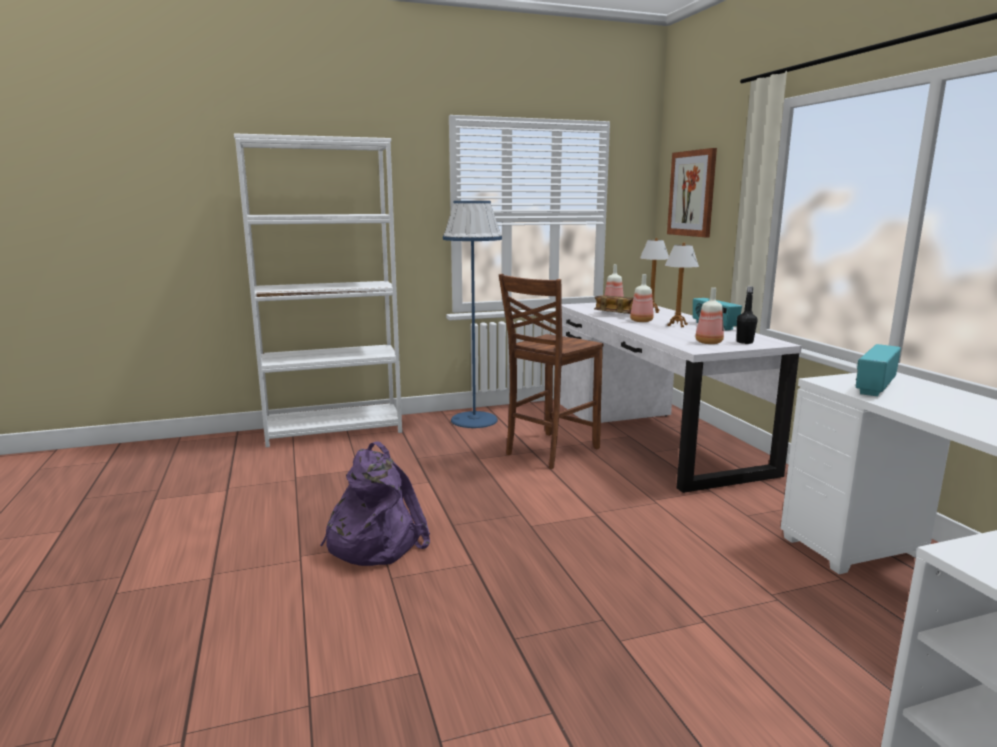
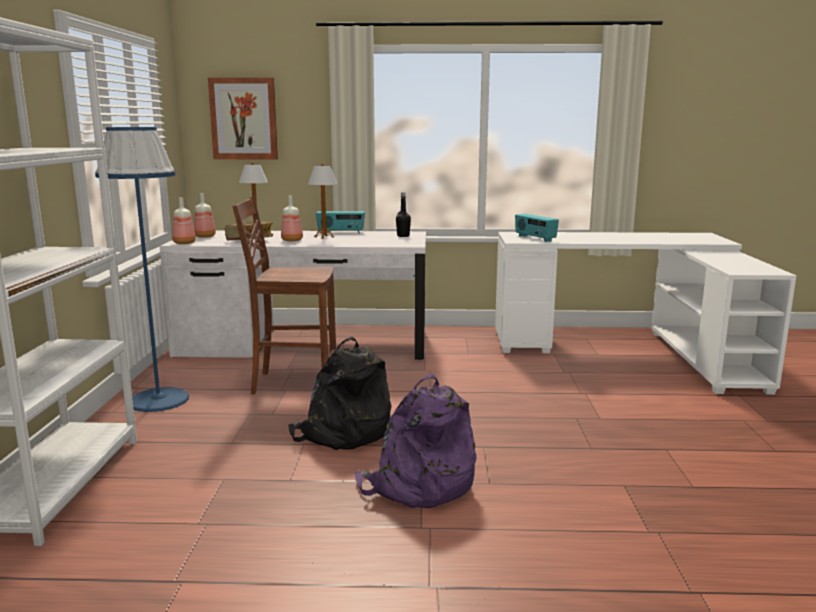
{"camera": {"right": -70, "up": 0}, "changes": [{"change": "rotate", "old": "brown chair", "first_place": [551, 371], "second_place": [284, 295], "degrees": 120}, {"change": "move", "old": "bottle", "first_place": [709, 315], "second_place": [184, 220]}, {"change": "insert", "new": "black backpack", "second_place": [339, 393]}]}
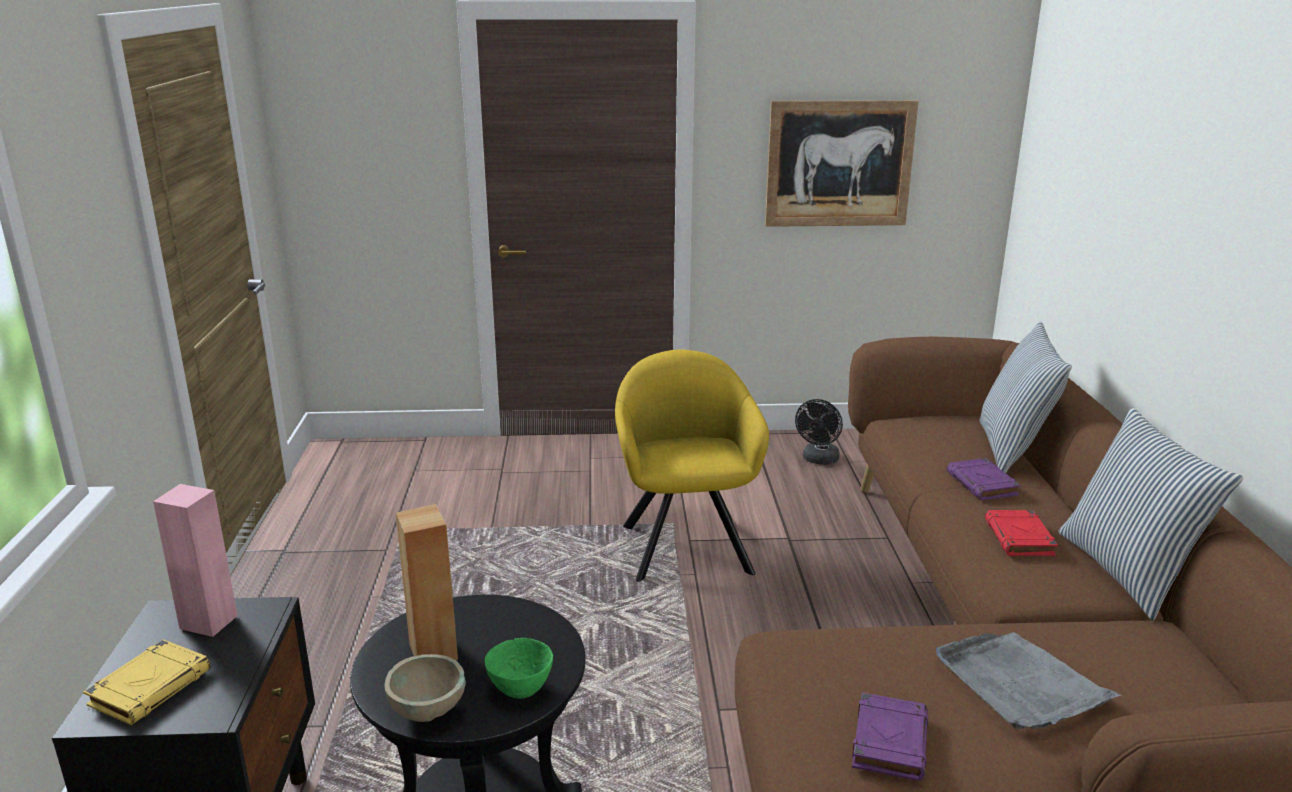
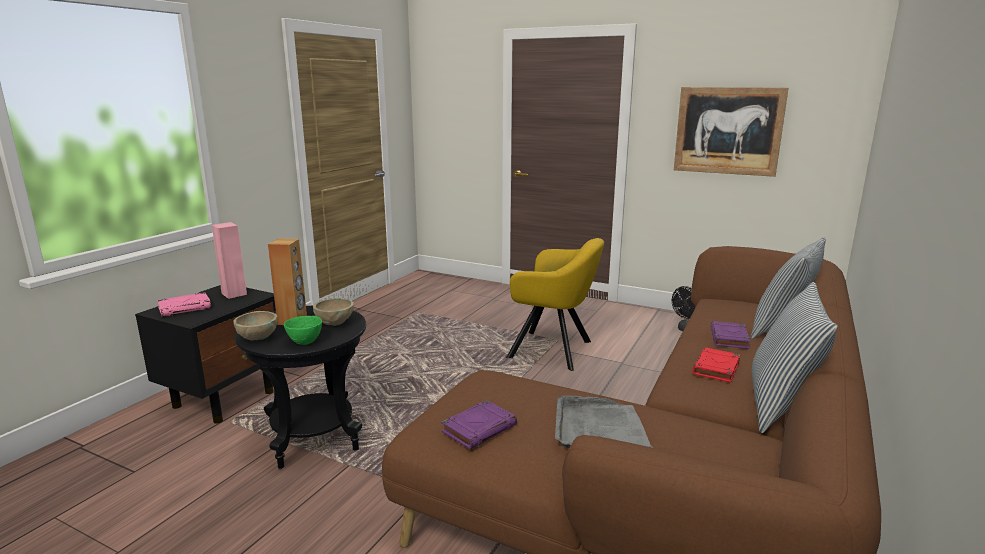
{"camera": {"right": 30, "up": -5}, "changes": [{"change": "recolor", "old": "yellow book", "new": "pink book", "first_place": [147, 682], "second_place": [184, 304]}, {"change": "rotate", "old": "yellow armchair", "first_place": [692, 466], "second_place": [555, 304], "degrees": 90}, {"change": "insert", "new": "beige bowl", "second_place": [333, 312]}]}
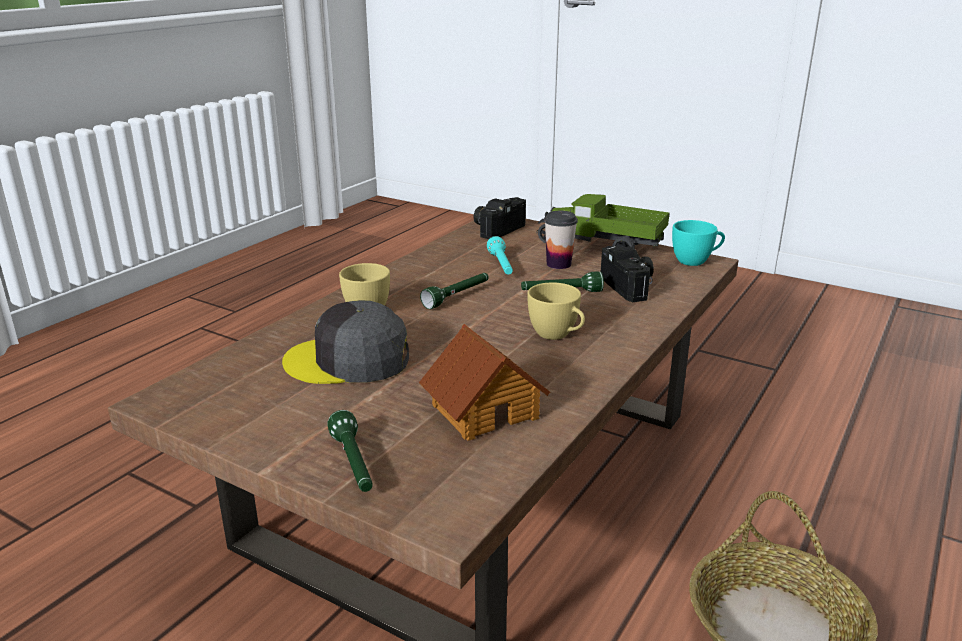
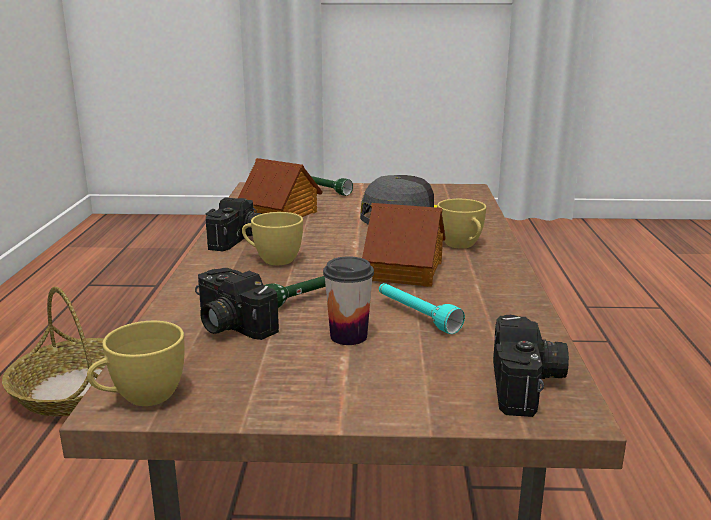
{"camera": {"right": 150, "up": -5}, "changes": [{"change": "replace", "old": "green flashlight", "new": "toy house", "first_place": [454, 291], "second_place": [404, 245]}, {"change": "delete", "old": "toy truck", "first_place": [602, 221]}, {"change": "recolor", "old": "turquoise cup", "new": "yellow cup", "first_place": [698, 243], "second_place": [136, 363]}, {"change": "insert", "new": "photo camera", "second_place": [233, 224]}]}
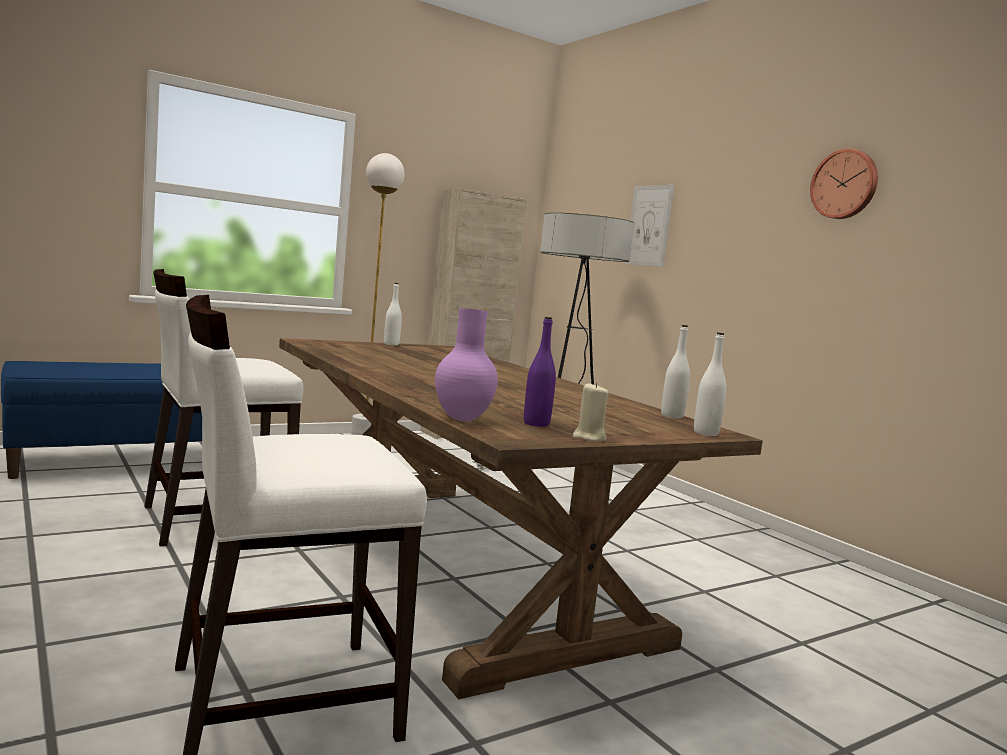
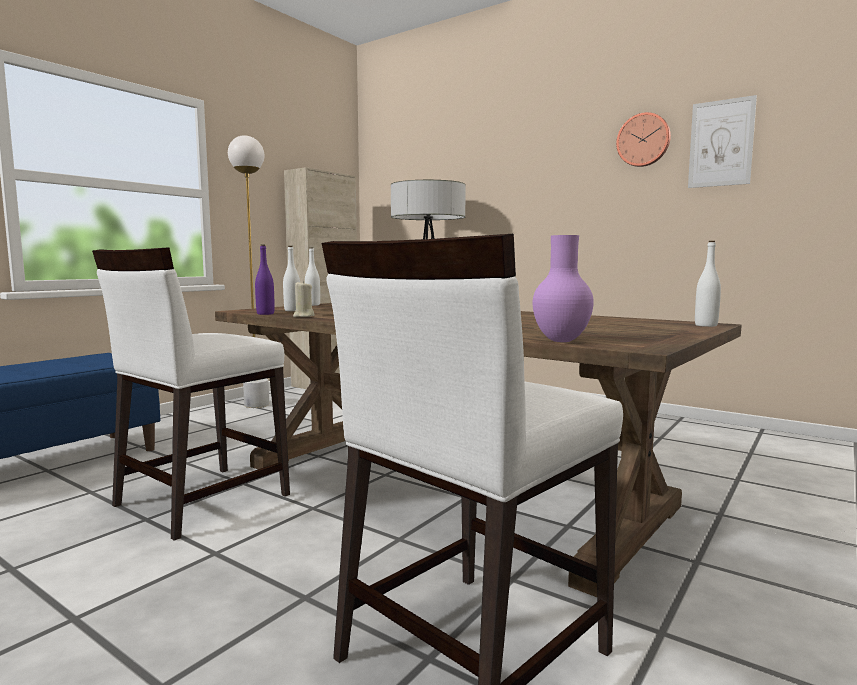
{"camera": {"right": -20, "up": 0}, "changes": [{"change": "move", "old": "purple bottle", "first_place": [540, 372], "second_place": [265, 280]}, {"change": "move", "old": "beige candle", "first_place": [591, 411], "second_place": [304, 299]}, {"change": "move", "old": "picture", "first_place": [649, 226], "second_place": [722, 141]}, {"change": "move", "old": "white bottle", "first_place": [675, 371], "second_place": [291, 278]}]}
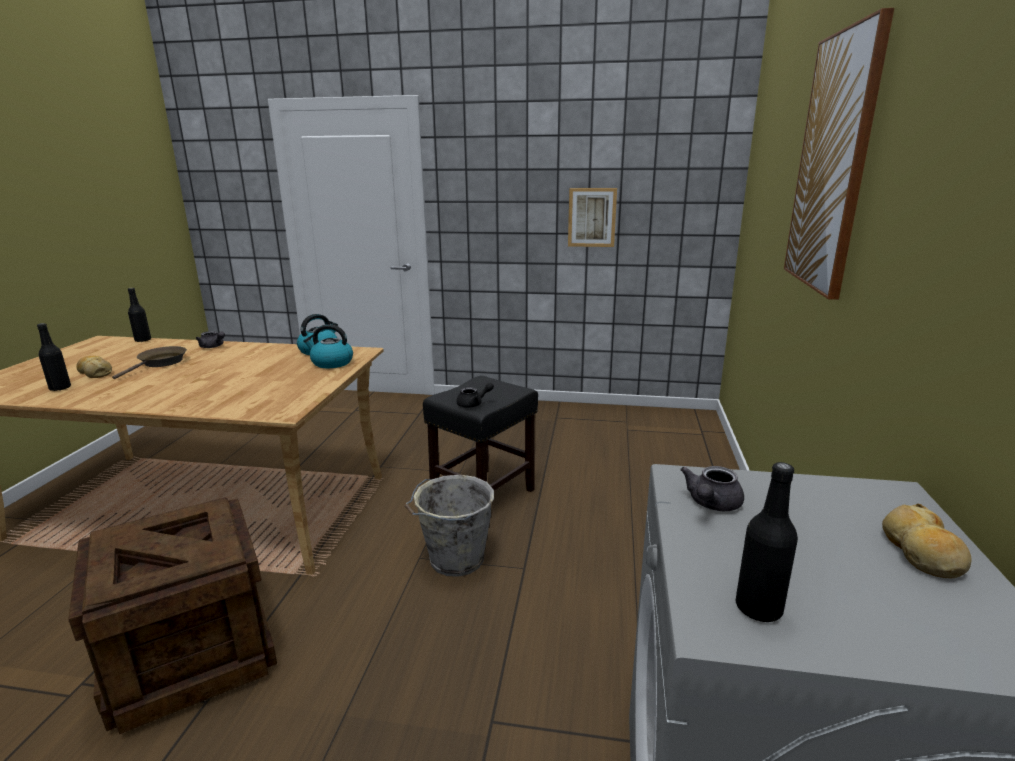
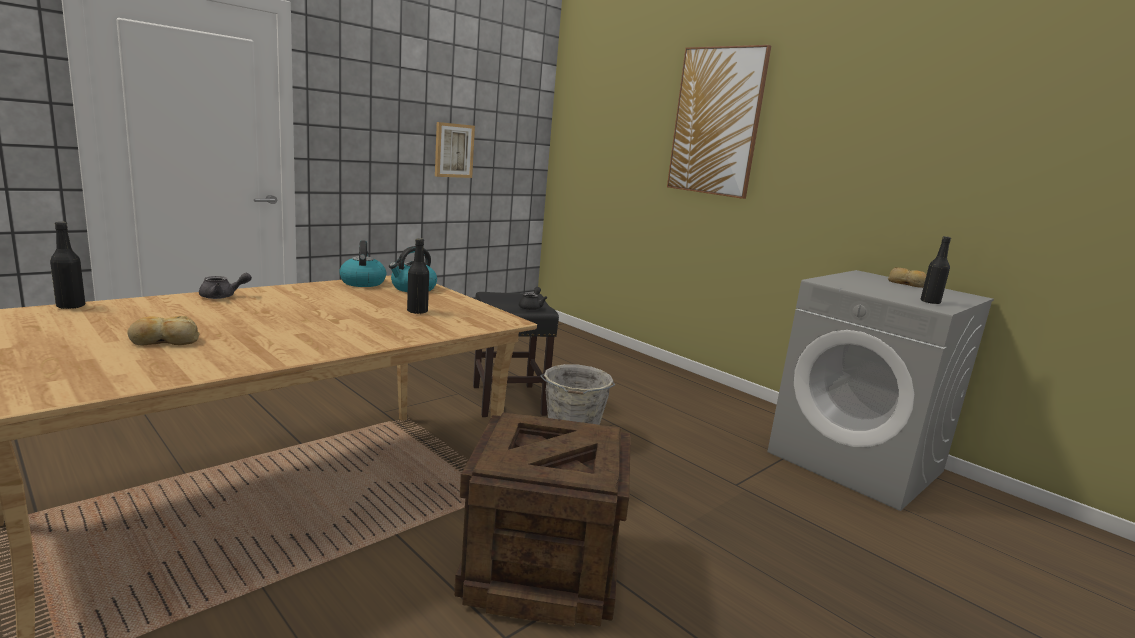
{"camera": {"right": -55, "up": -5}, "changes": [{"change": "move", "old": "black bottle", "first_place": [54, 357], "second_place": [418, 276]}, {"change": "delete", "old": "brown frying pan", "first_place": [149, 362]}, {"change": "delete", "old": "grey teapot", "first_place": [712, 488]}]}
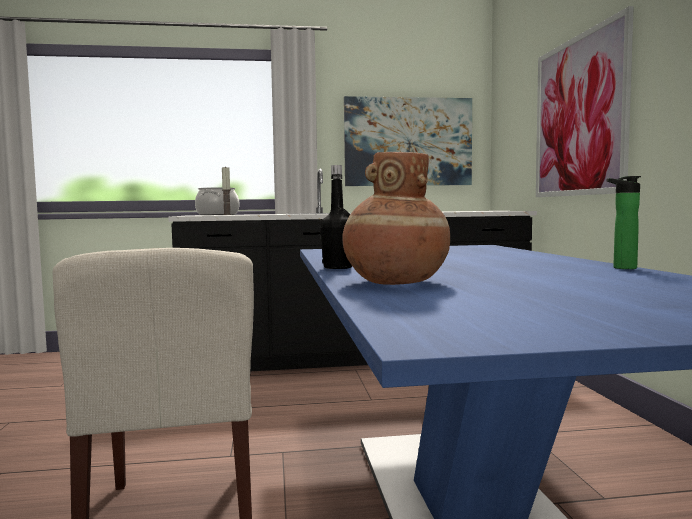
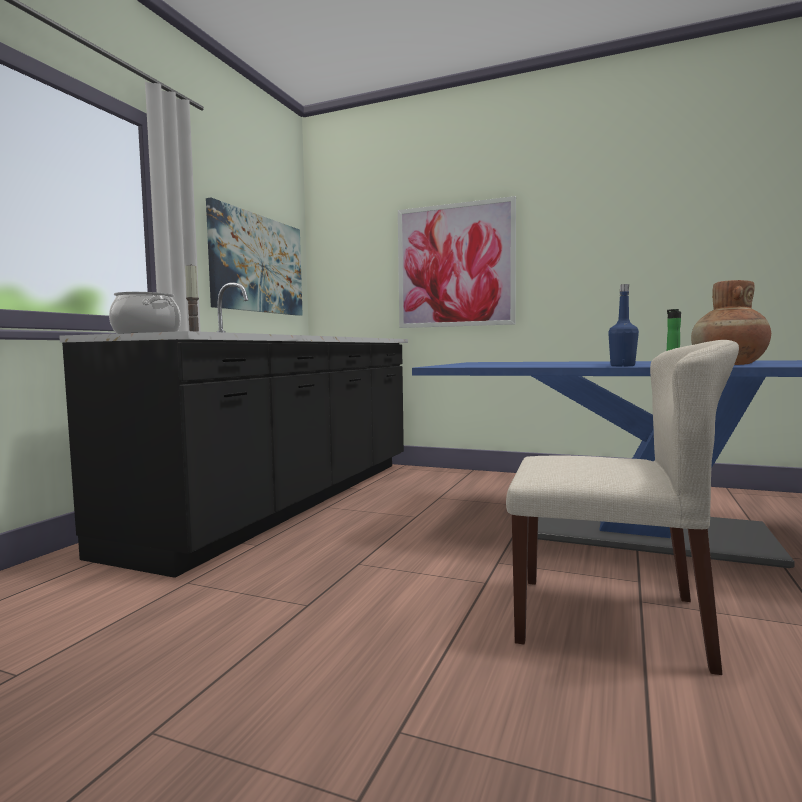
{"camera": {"right": -60, "up": 0}, "changes": [{"change": "recolor", "old": "black bottle", "new": "blue bottle", "first_place": [336, 217], "second_place": [623, 325]}]}
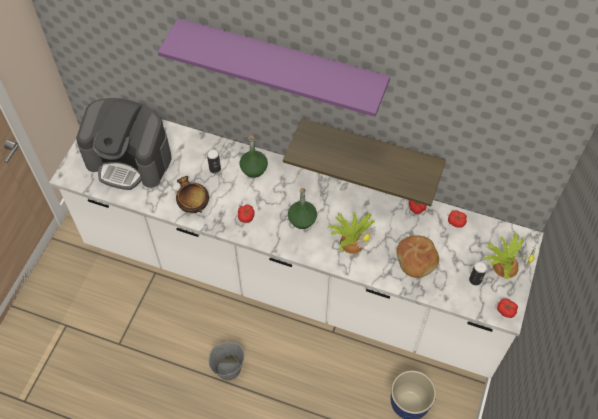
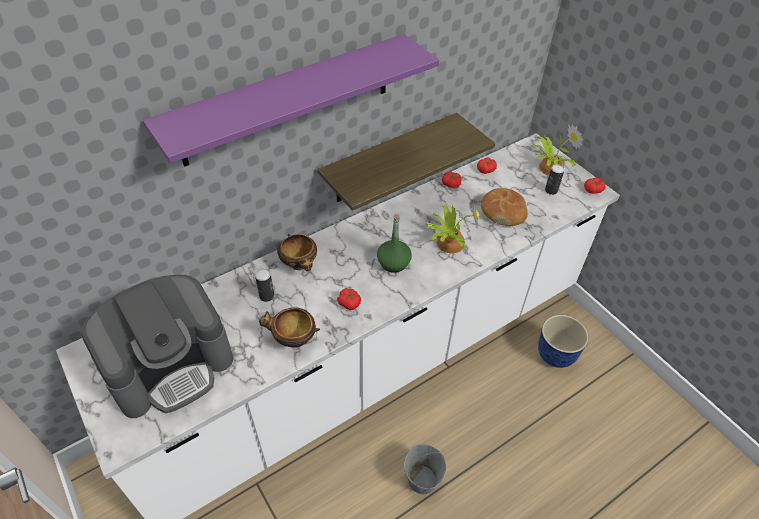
{"camera": {"right": -55, "up": -10}, "changes": [{"change": "replace", "old": "green bottle", "new": "bowl", "first_place": [254, 156], "second_place": [297, 252]}]}
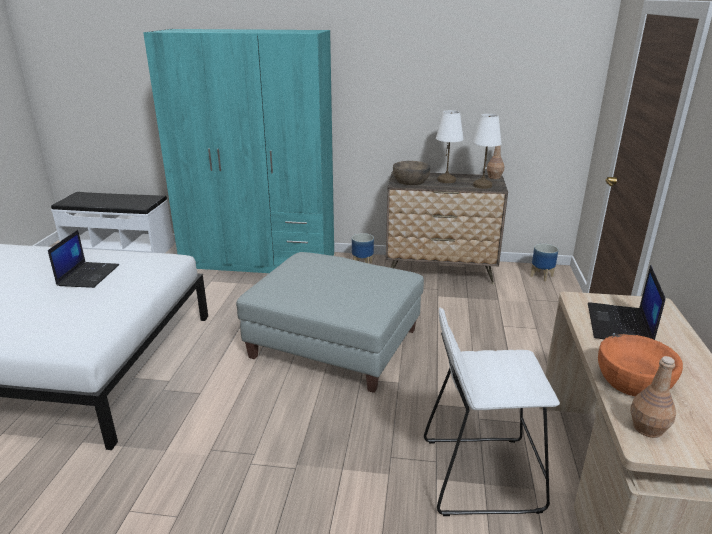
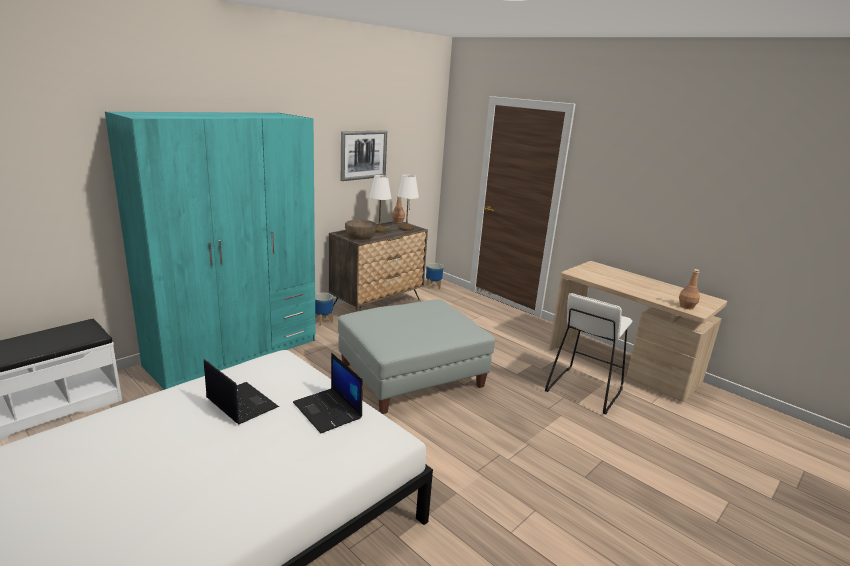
{"camera": {"right": -55, "up": -5}, "changes": [{"change": "move", "old": "laptop", "first_place": [627, 302], "second_place": [328, 393]}, {"change": "delete", "old": "orange bowl", "first_place": [640, 365]}, {"change": "insert", "new": "picture", "second_place": [364, 155]}]}
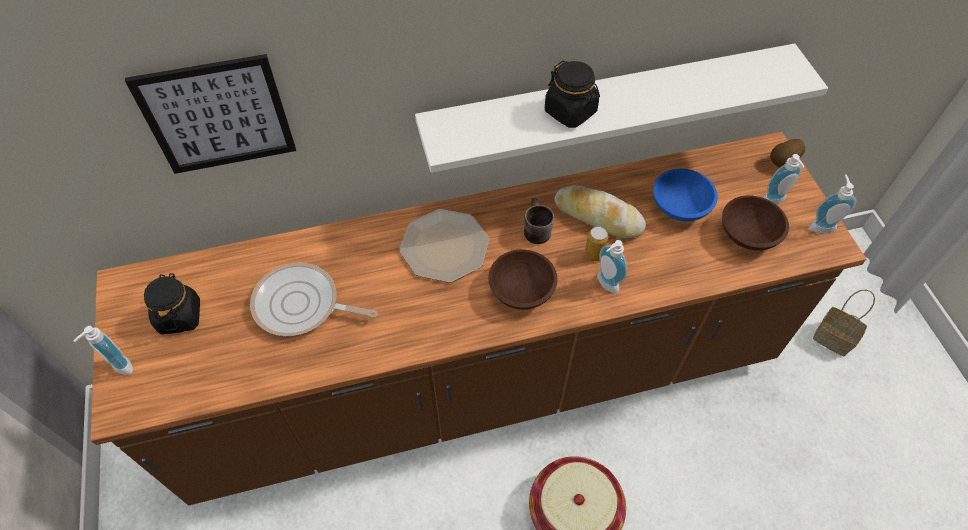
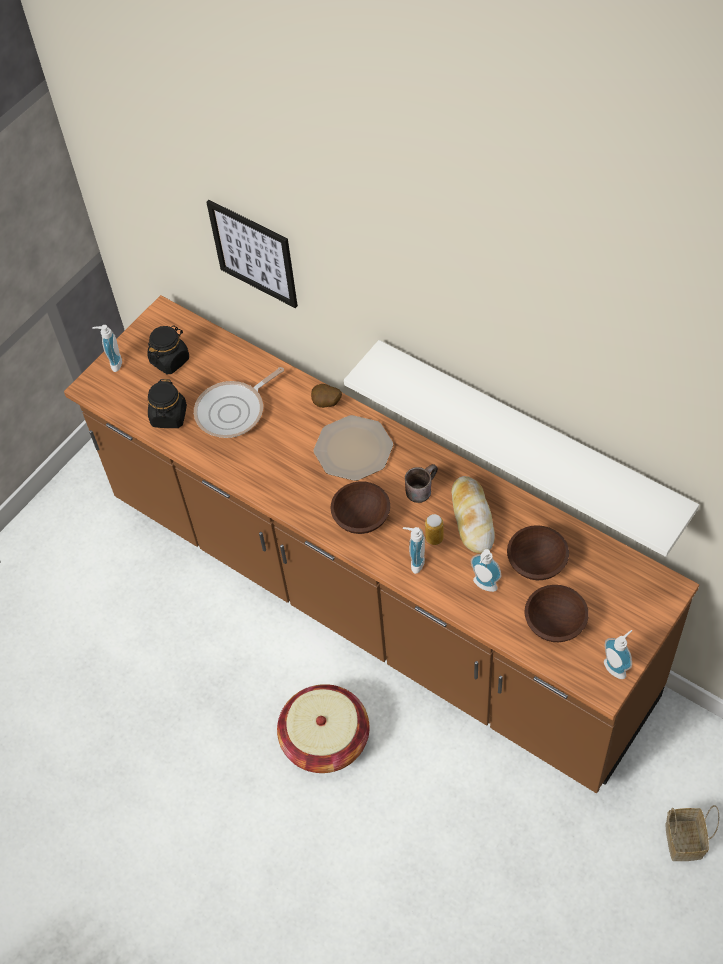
{"camera": {"right": 55, "up": 0}, "changes": [{"change": "rotate", "old": "frying pan", "first_place": [313, 299], "second_place": [239, 402], "degrees": -105}, {"change": "move", "old": "black jar", "first_place": [572, 94], "second_place": [167, 403]}, {"change": "recolor", "old": "blue bowl", "new": "brown bowl", "first_place": [685, 195], "second_place": [538, 552]}, {"change": "move", "old": "soap dispenser", "first_place": [783, 179], "second_place": [486, 570]}, {"change": "move", "old": "potato", "first_place": [787, 153], "second_place": [326, 396]}]}
